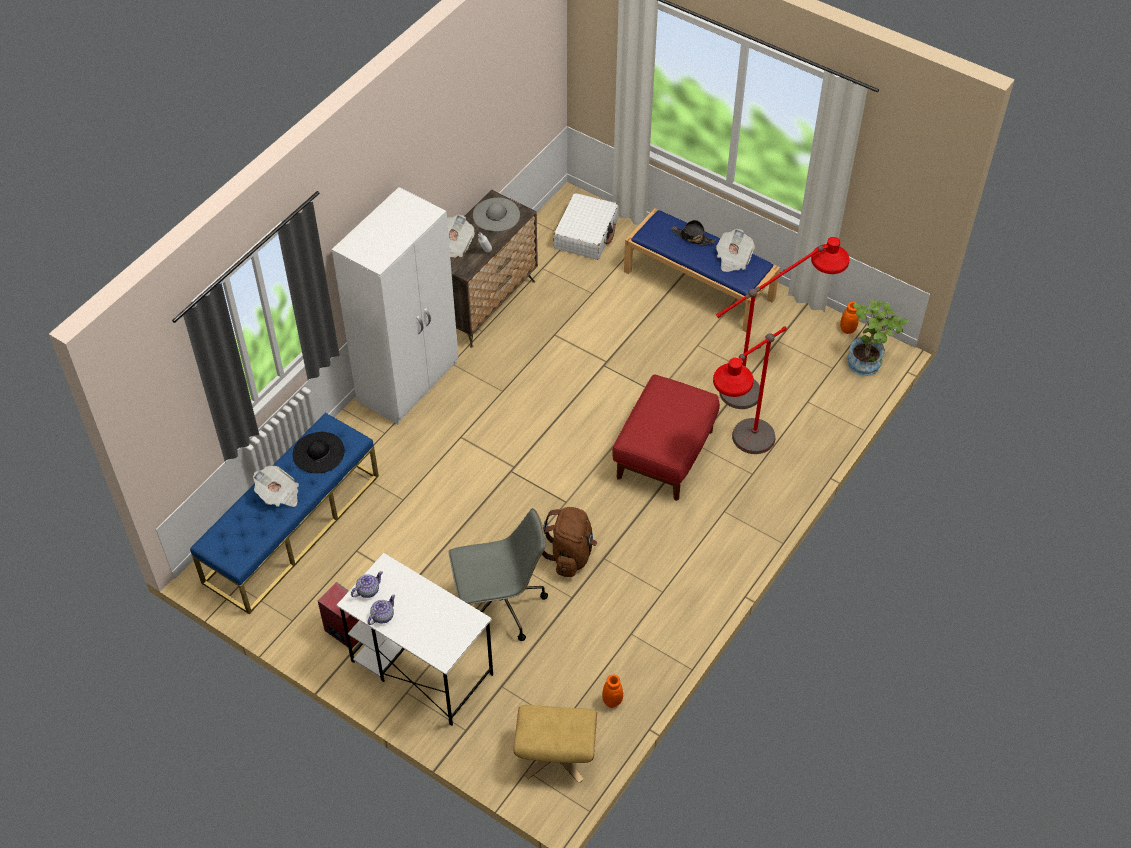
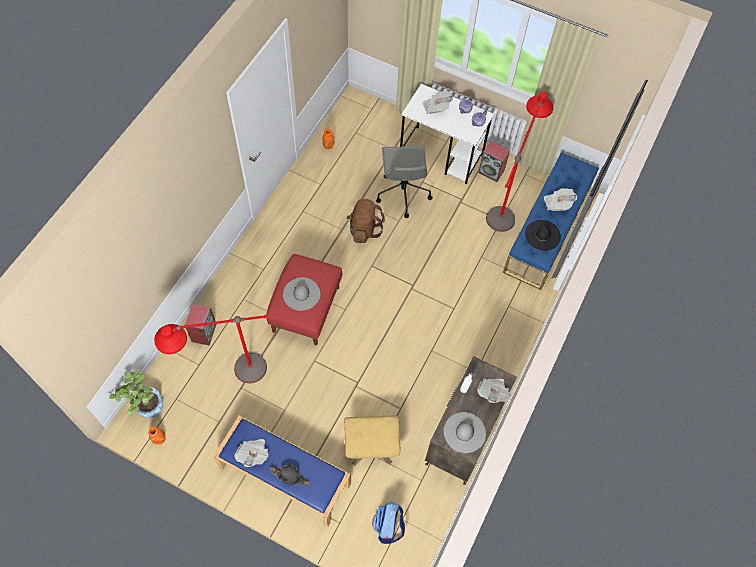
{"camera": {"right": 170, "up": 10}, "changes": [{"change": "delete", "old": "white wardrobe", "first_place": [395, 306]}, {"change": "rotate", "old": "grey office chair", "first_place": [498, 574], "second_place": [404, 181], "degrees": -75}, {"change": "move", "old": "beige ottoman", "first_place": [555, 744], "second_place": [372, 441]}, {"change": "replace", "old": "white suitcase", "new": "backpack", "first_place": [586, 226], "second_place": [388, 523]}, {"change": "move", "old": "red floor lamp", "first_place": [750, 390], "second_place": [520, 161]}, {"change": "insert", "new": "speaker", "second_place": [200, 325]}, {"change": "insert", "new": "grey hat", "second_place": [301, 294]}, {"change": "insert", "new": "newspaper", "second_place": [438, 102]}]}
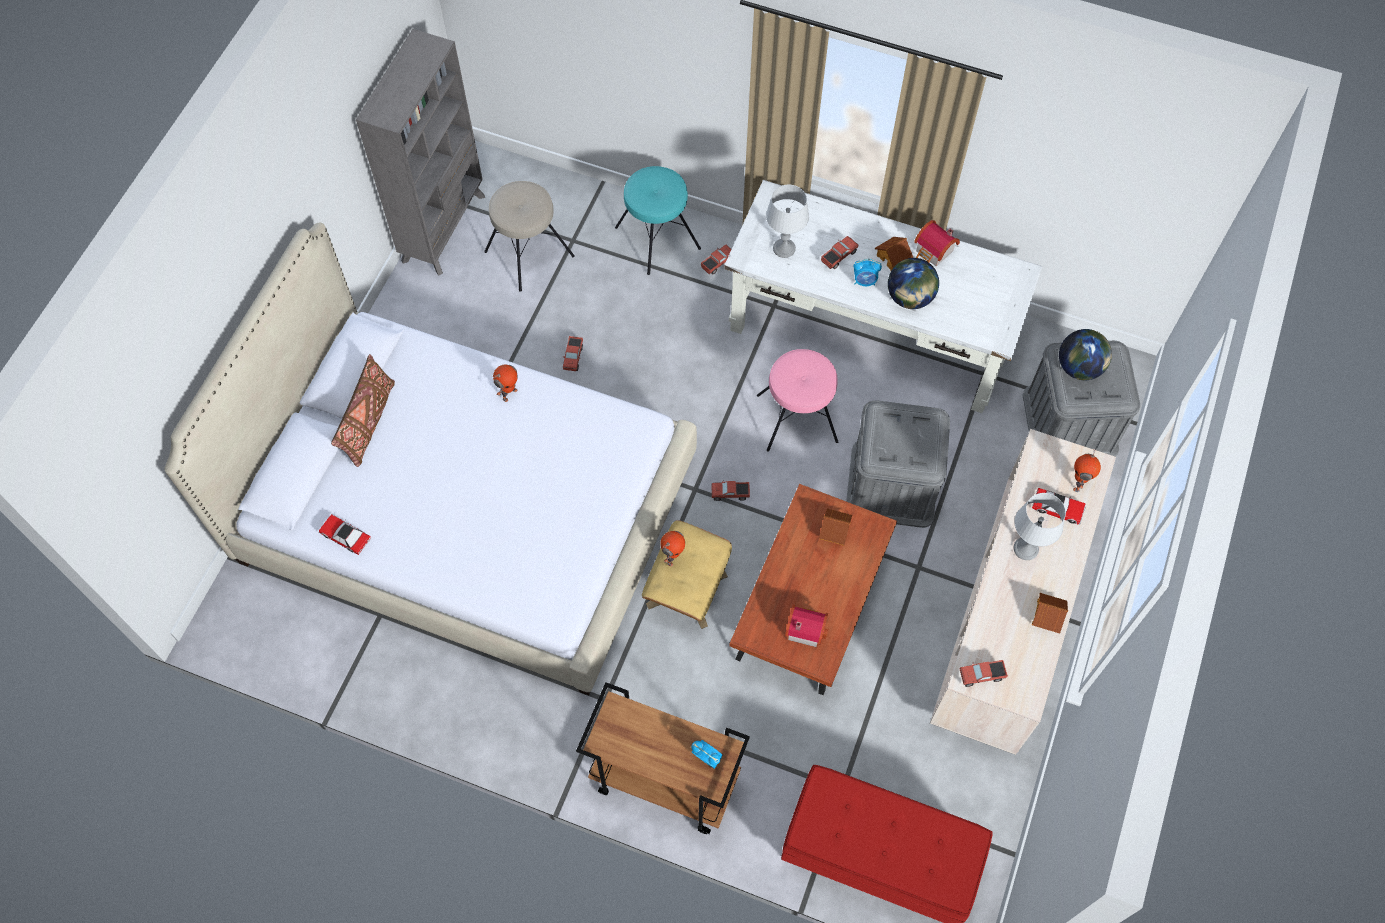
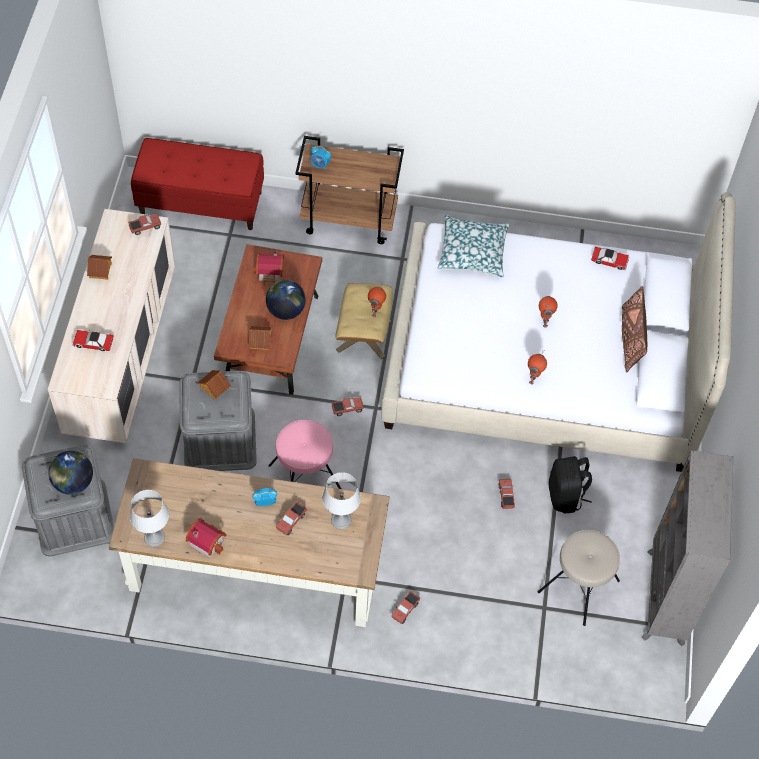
{"camera": {"right": 165, "up": -5}, "changes": [{"change": "delete", "old": "turquoise stool", "first_place": [658, 220]}, {"change": "recolor", "old": "white desk", "new": "brown desk", "first_place": [883, 296], "second_place": [249, 542]}, {"change": "move", "old": "toy house", "first_place": [894, 254], "second_place": [214, 385]}, {"change": "move", "old": "globe", "first_place": [913, 283], "second_place": [286, 300]}, {"change": "move", "old": "grey table lamp", "first_place": [1040, 526], "second_place": [149, 518]}, {"change": "move", "old": "toy robot", "first_place": [1087, 470], "second_place": [548, 311]}, {"change": "insert", "new": "pillow", "second_place": [473, 246]}, {"change": "insert", "new": "black backpack", "second_place": [570, 484]}]}
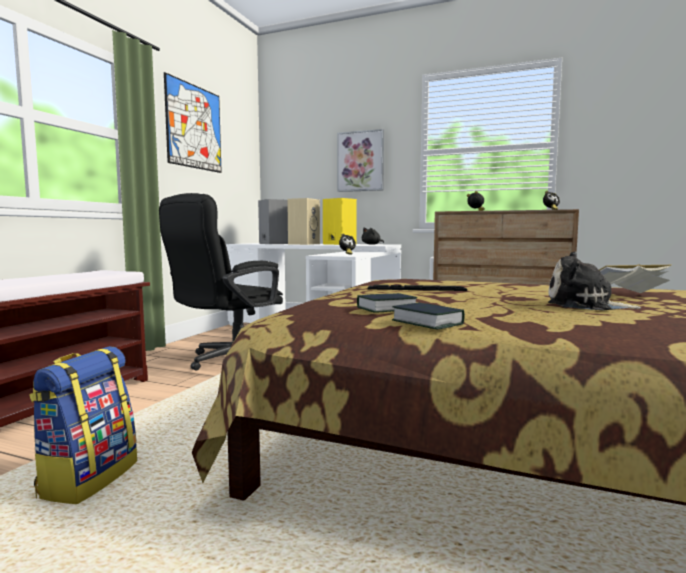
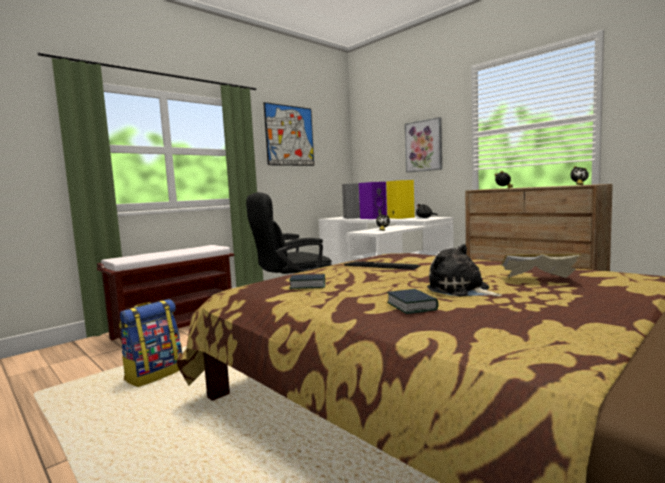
{"camera": {"right": 25, "up": 0}, "changes": [{"change": "recolor", "old": "beige speaker", "new": "purple speaker", "first_place": [303, 221], "second_place": [373, 200]}, {"change": "move", "old": "book", "first_place": [428, 316], "second_place": [412, 301]}]}
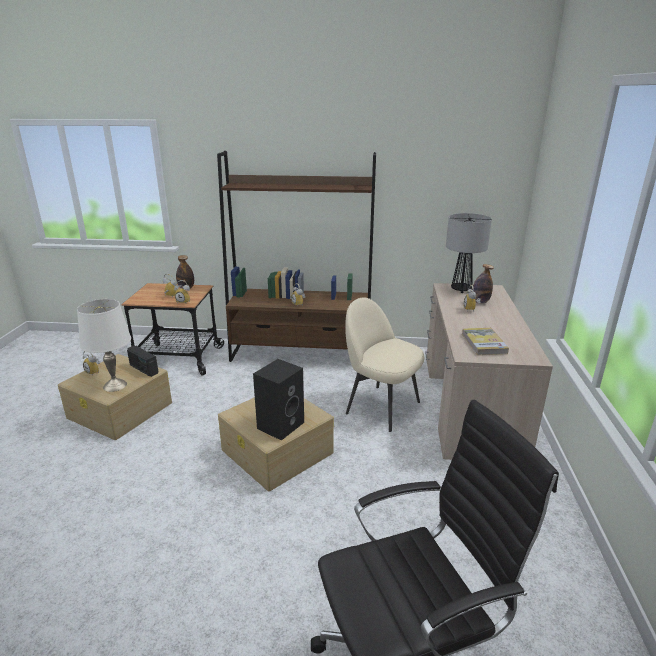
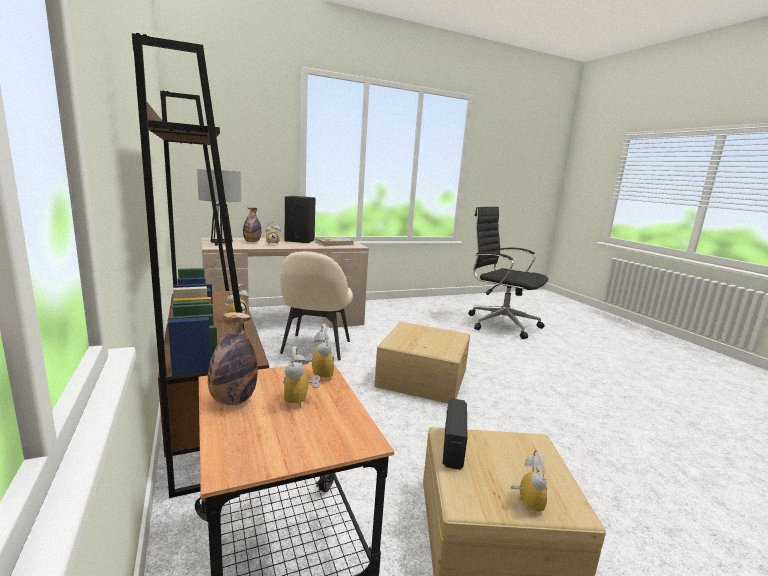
{"camera": {"right": -120, "up": -10}, "changes": [{"change": "delete", "old": "white table lamp", "first_place": [104, 345]}, {"change": "move", "old": "black speaker", "first_place": [278, 400], "second_place": [300, 219]}]}
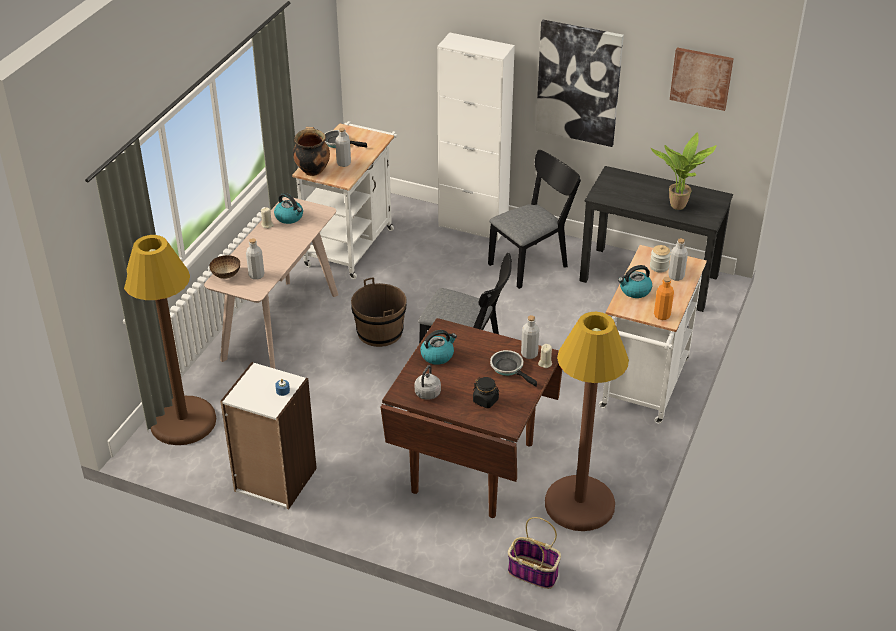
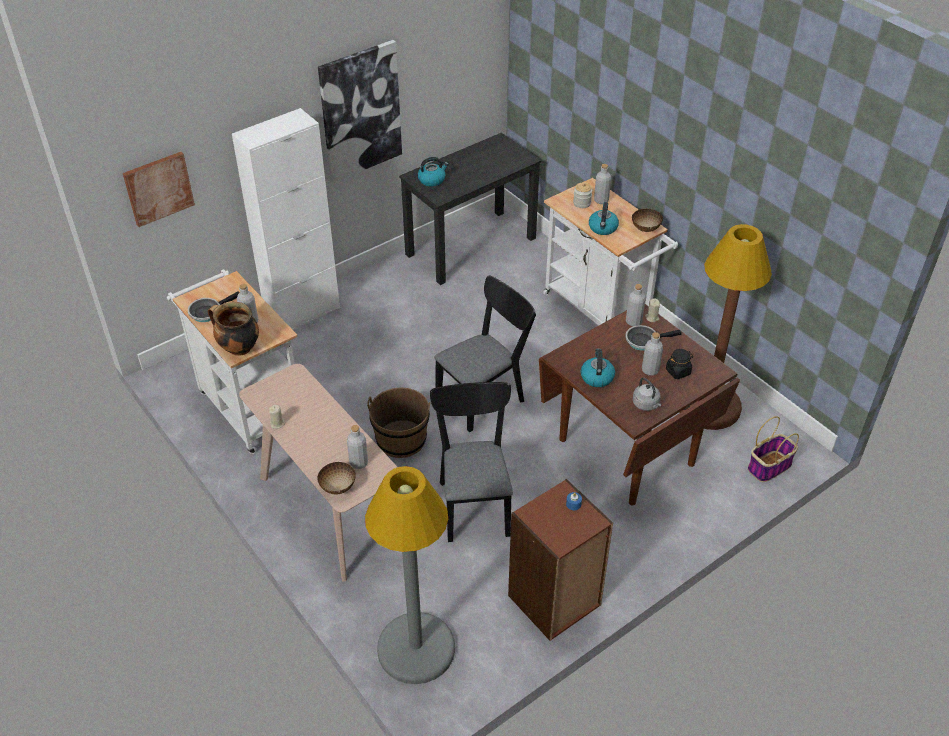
{"camera": {"right": -60, "up": 5}, "changes": [{"change": "recolor", "old": "brown floor lamp", "new": "grey floor lamp", "first_place": [170, 340], "second_place": [410, 575]}, {"change": "recolor", "old": "white bookcase", "new": "brown bookcase", "first_place": [268, 435], "second_place": [560, 560]}, {"change": "move", "old": "kettle", "first_place": [288, 208], "second_place": [433, 172]}, {"change": "move", "old": "black chair", "first_place": [534, 219], "second_place": [471, 462]}, {"change": "delete", "old": "potted plant", "first_place": [684, 171]}, {"change": "replace", "old": "orange bottle", "new": "bowl", "first_place": [664, 298], "second_place": [647, 220]}, {"change": "move", "old": "picture", "first_place": [702, 79], "second_place": [159, 189]}, {"change": "insert", "new": "grey bottle", "second_place": [652, 354]}]}
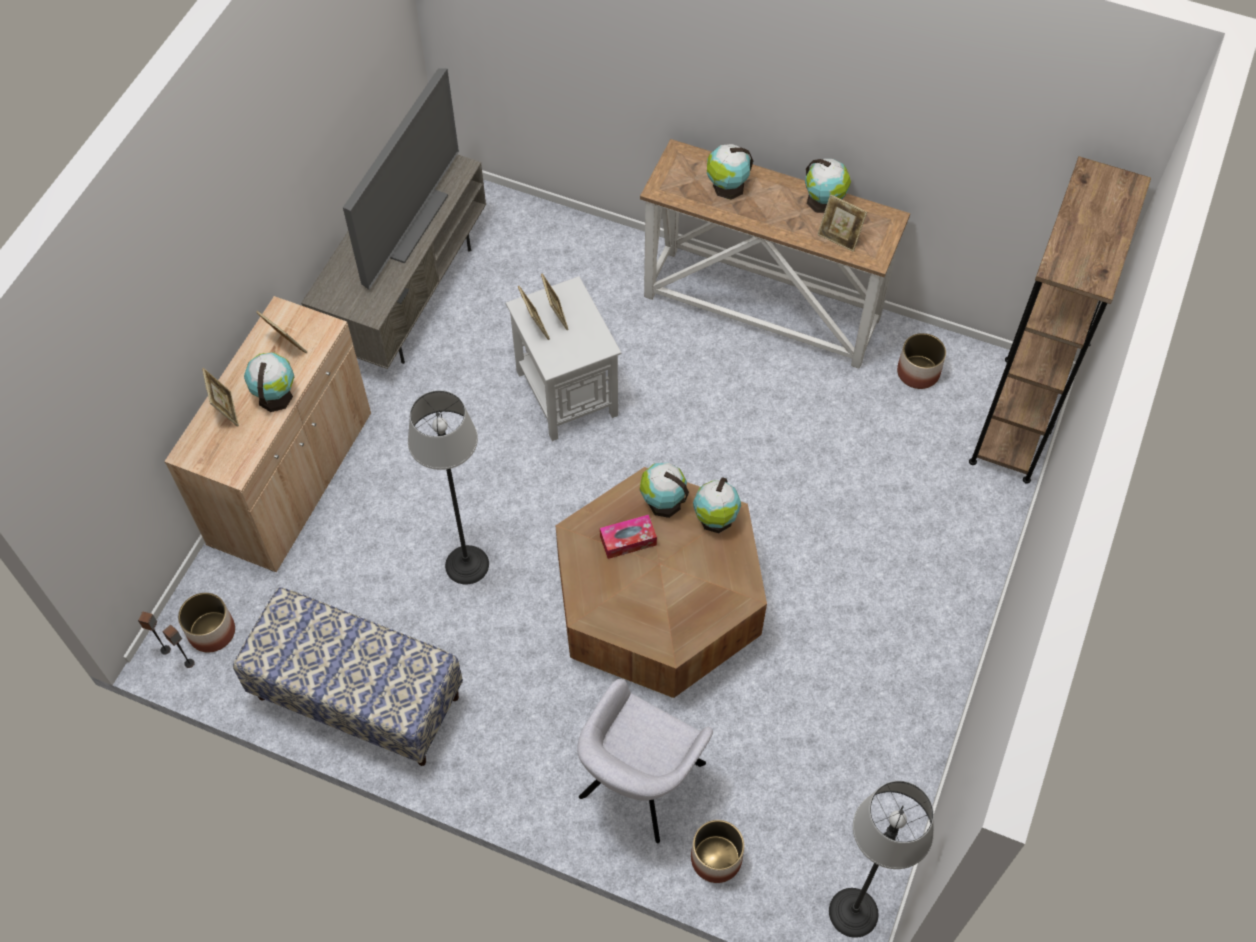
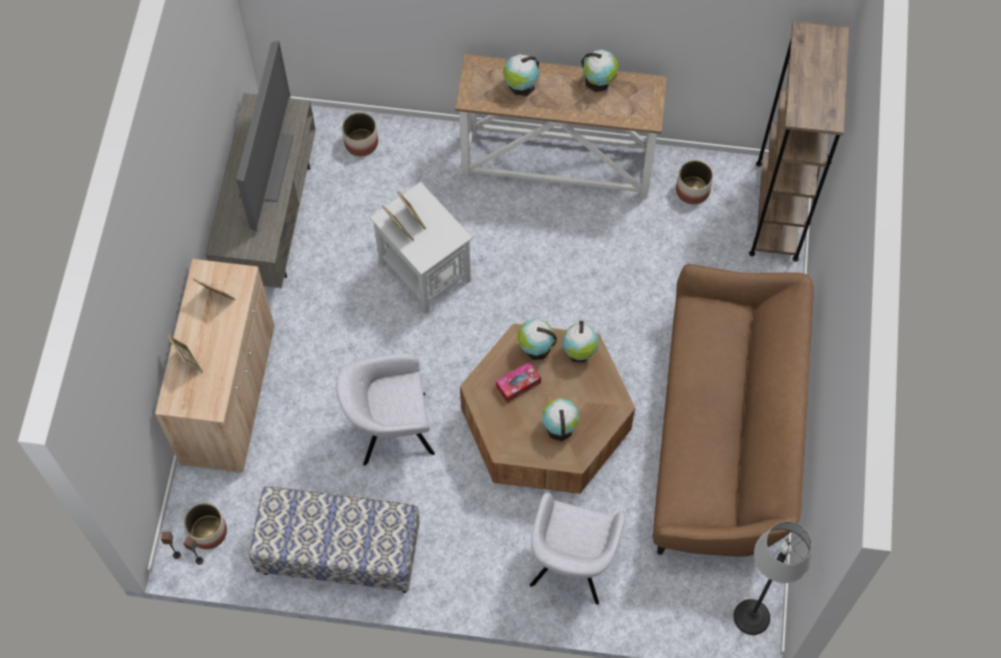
{"camera": {"right": -15, "up": 5}, "changes": [{"change": "move", "old": "globe", "first_place": [269, 382], "second_place": [560, 419]}, {"change": "replace", "old": "floor lamp", "new": "grey armchair", "first_place": [448, 487], "second_place": [385, 410]}, {"change": "move", "old": "planter", "first_place": [718, 851], "second_place": [360, 134]}, {"change": "delete", "old": "picture frame", "first_place": [842, 223]}, {"change": "insert", "new": "brown sofa", "second_place": [733, 410]}]}
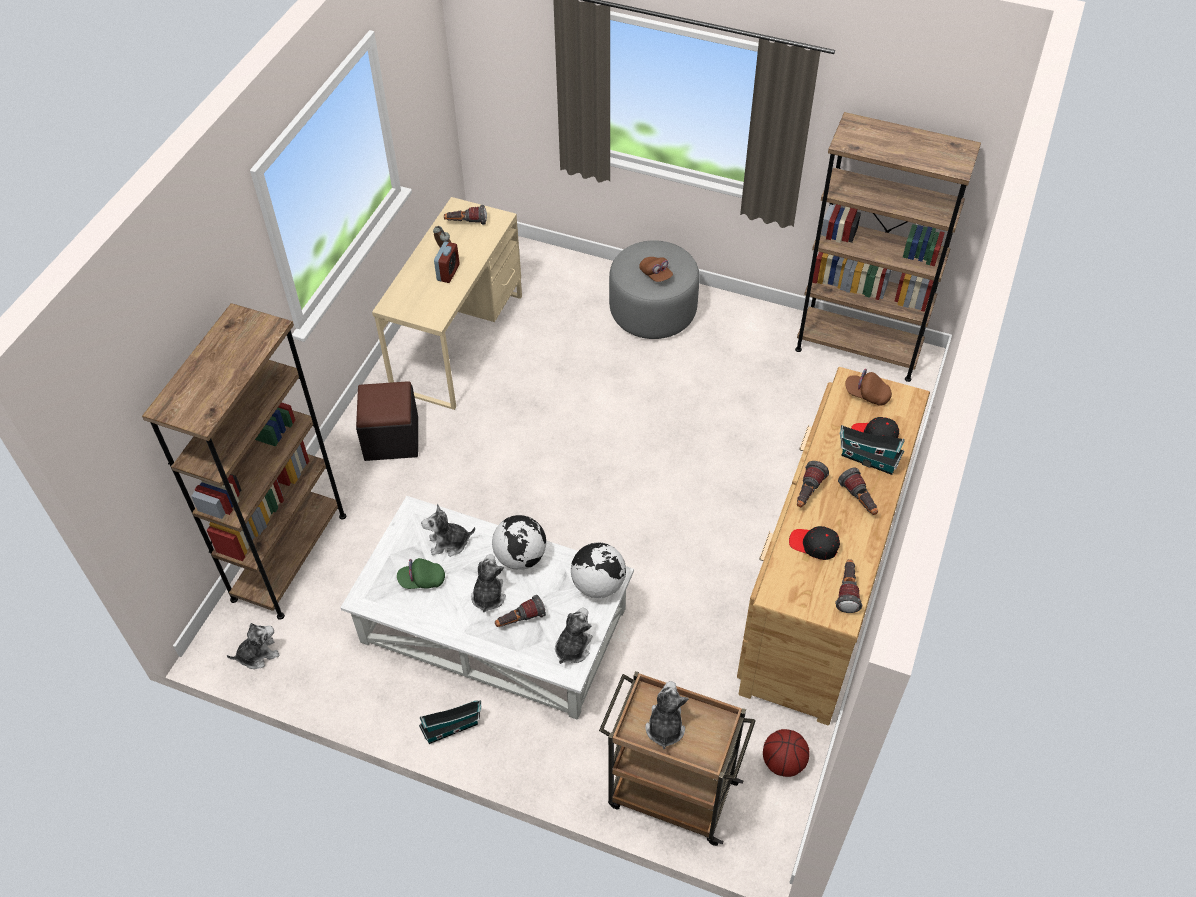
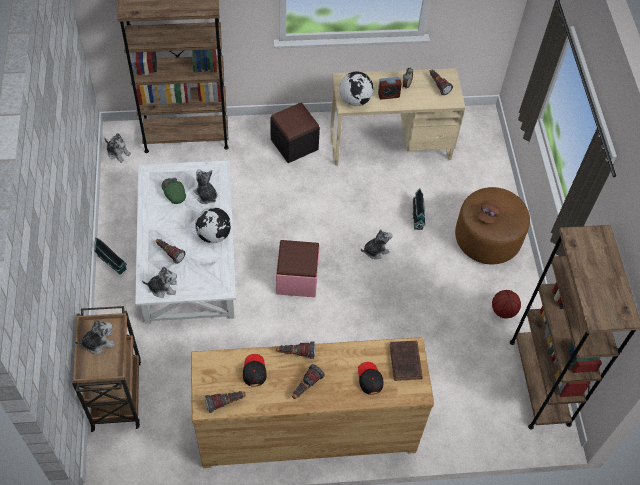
{"camera": {"right": 60, "up": 5}, "changes": [{"change": "move", "old": "plush toy", "first_place": [488, 583], "second_place": [377, 244]}, {"change": "move", "old": "globe", "first_place": [598, 570], "second_place": [356, 88]}, {"change": "recolor", "old": "grey ottoman", "new": "brown ottoman", "first_place": [654, 289], "second_place": [492, 225]}, {"change": "move", "old": "basketball", "first_place": [786, 753], "second_place": [506, 304]}, {"change": "move", "old": "toy house", "first_place": [872, 450], "second_place": [419, 209]}, {"change": "replace", "old": "brown cap", "new": "brown book", "first_place": [868, 387], "second_place": [406, 361]}, {"change": "insert", "new": "pink ottoman", "second_place": [298, 268]}]}
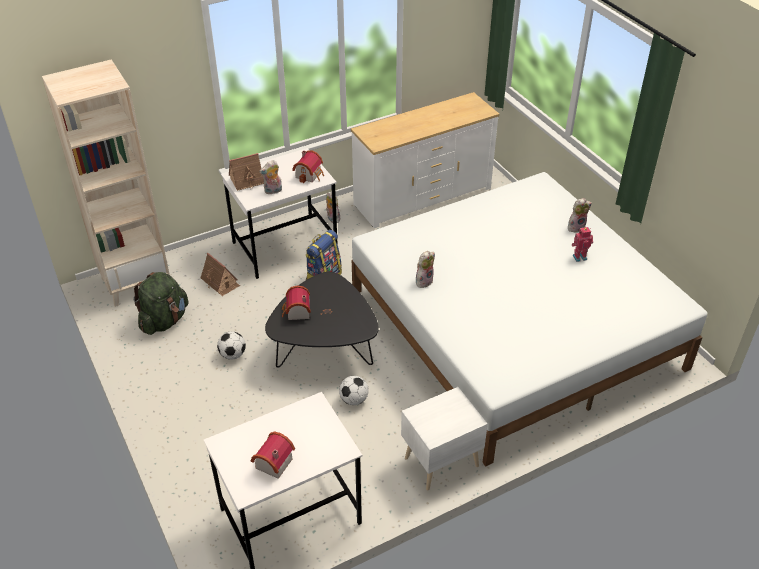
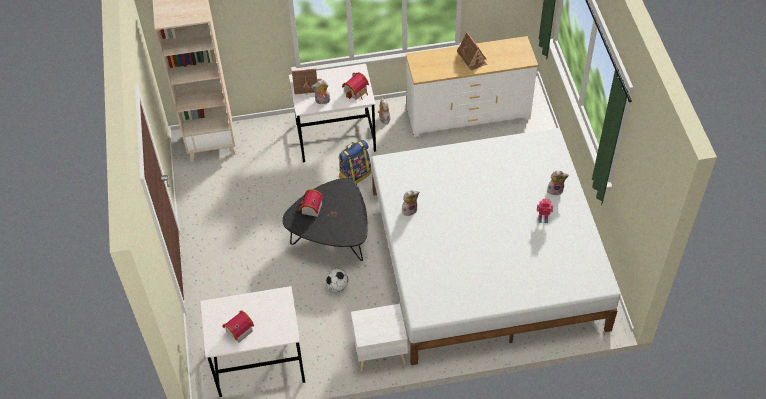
{"camera": {"right": 20, "up": 10}, "changes": [{"change": "delete", "old": "green backpack", "first_place": [161, 303]}, {"change": "move", "old": "toy house", "first_place": [220, 274], "second_place": [472, 51]}, {"change": "delete", "old": "football", "first_place": [231, 345]}]}
